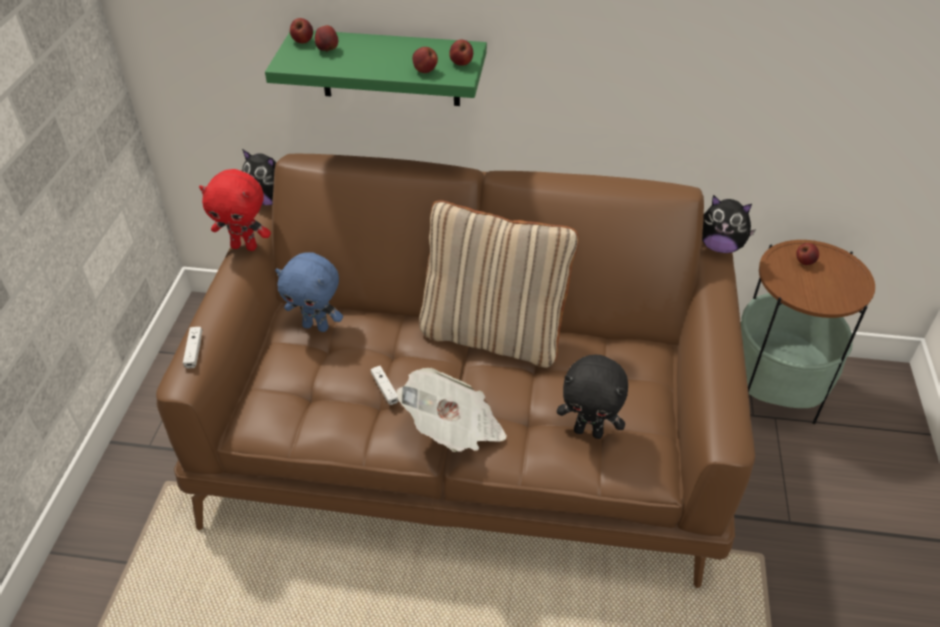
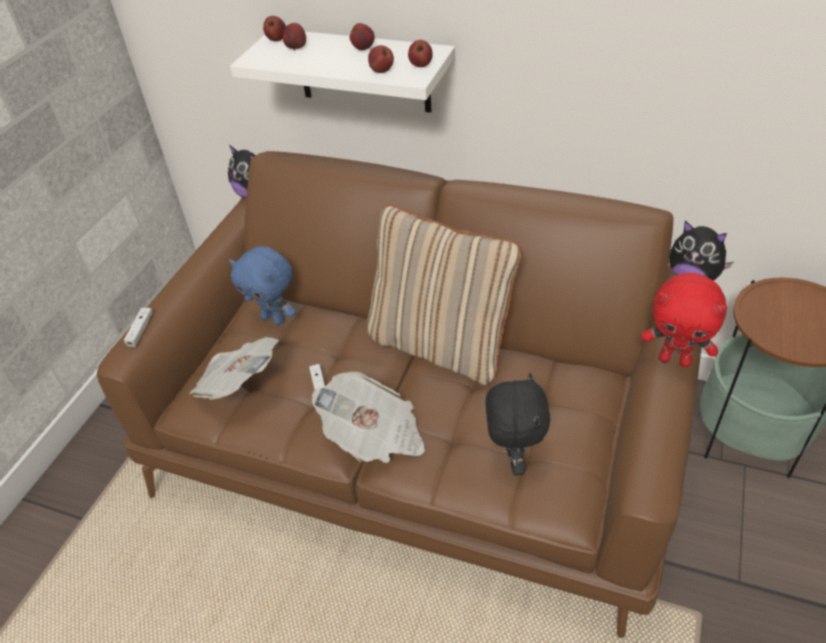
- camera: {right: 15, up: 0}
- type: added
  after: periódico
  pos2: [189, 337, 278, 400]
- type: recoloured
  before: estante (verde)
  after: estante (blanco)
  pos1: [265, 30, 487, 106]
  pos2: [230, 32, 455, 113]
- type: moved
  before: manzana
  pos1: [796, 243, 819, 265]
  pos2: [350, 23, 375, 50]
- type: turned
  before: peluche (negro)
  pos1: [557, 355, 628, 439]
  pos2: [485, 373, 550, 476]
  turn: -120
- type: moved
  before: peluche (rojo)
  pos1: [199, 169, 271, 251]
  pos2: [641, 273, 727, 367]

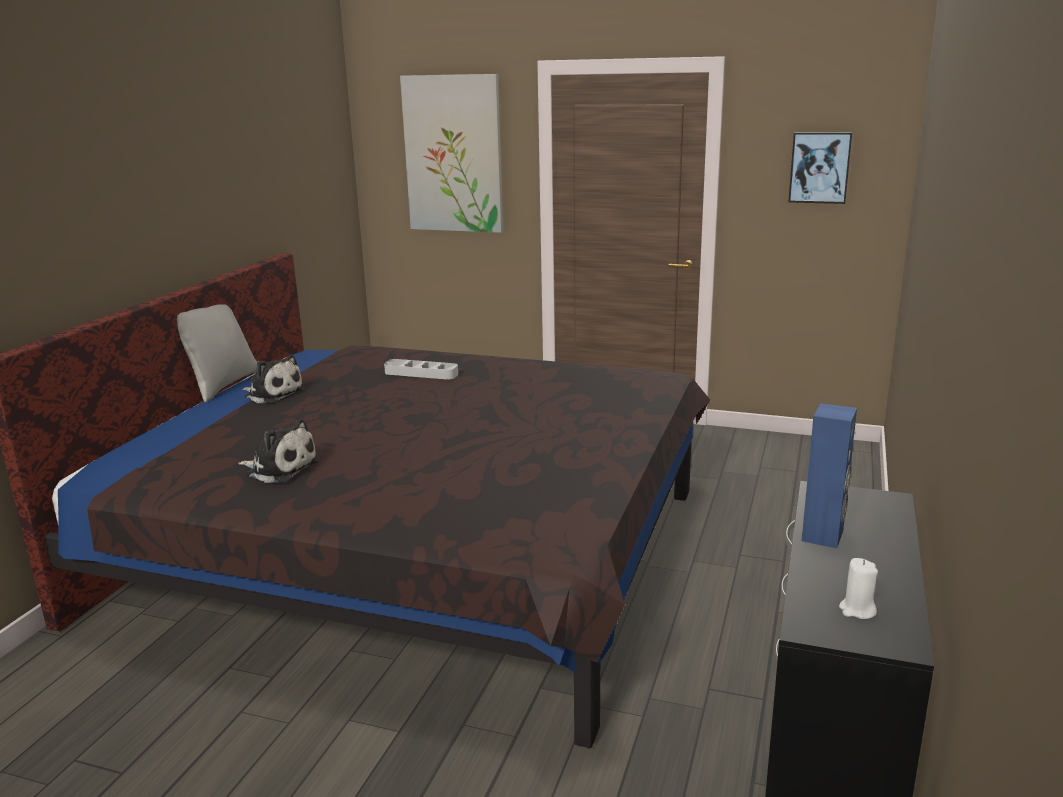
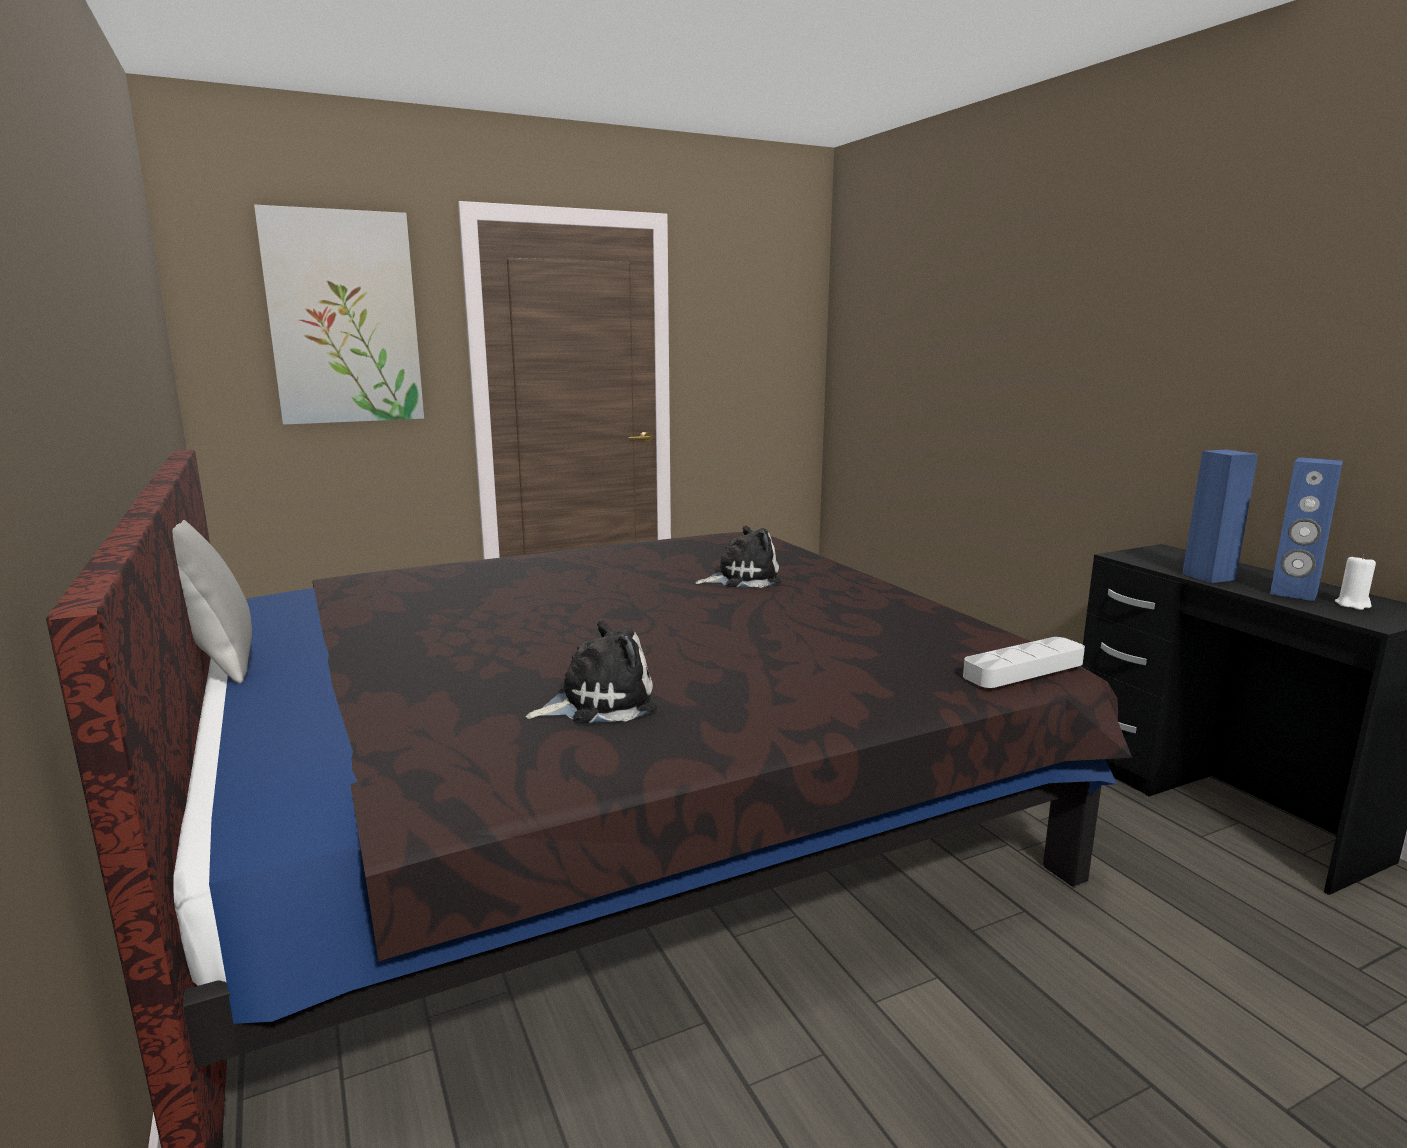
- camera: {right: -45, up: -5}
- type: moved
  before: peluche
  pos1: [242, 354, 305, 404]
  pos2: [695, 526, 781, 588]
- type: moved
  before: bandeja (gris)
  pos1: [384, 359, 458, 380]
  pos2: [963, 637, 1085, 688]
- type: added
  after: altavoz (azul)
  pos2: [1270, 457, 1343, 601]
- type: removed
  before: cuadro
  pos1: [789, 132, 852, 204]

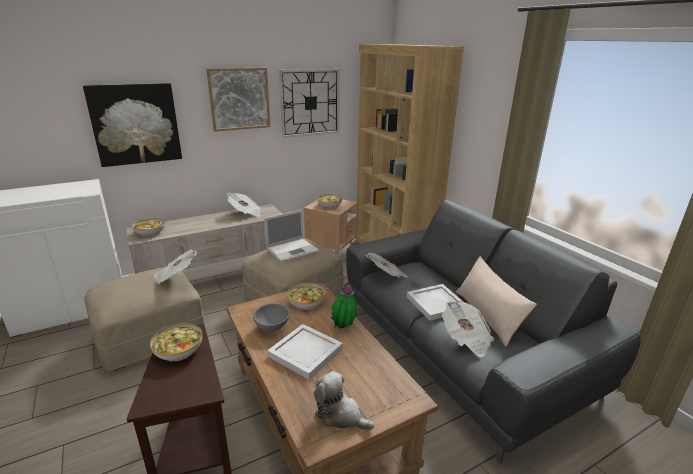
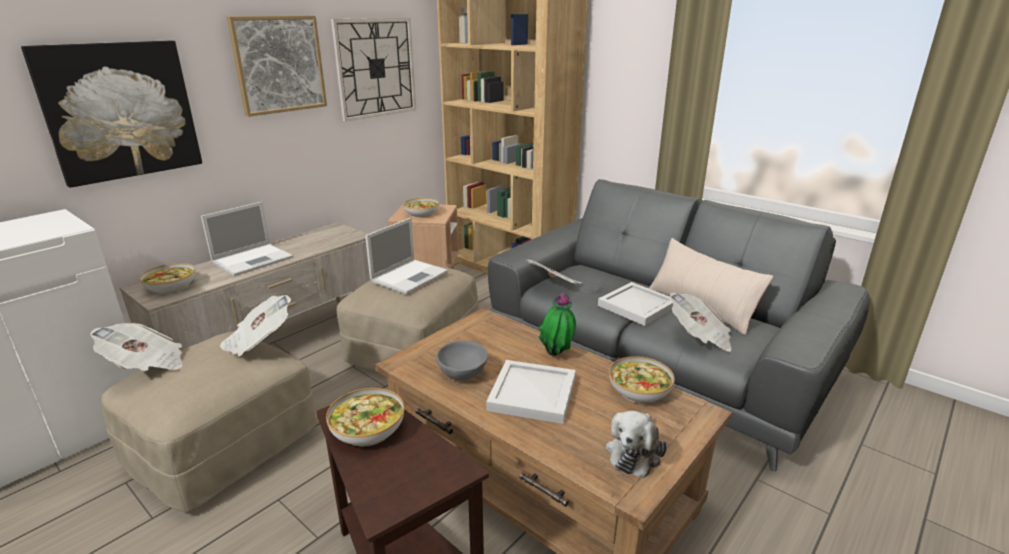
- camera: {right: -20, up: 0}
- type: moved
  before: periódico
  pos1: [227, 193, 261, 217]
  pos2: [90, 323, 182, 371]
- type: added
  after: portátil
  pos2: [201, 202, 293, 276]
- type: turned
  before: peluche
  pos1: [314, 371, 374, 430]
  pos2: [606, 411, 667, 478]
  turn: -75
- type: moved
  before: cuenco
  pos1: [287, 282, 326, 310]
  pos2: [609, 356, 675, 404]

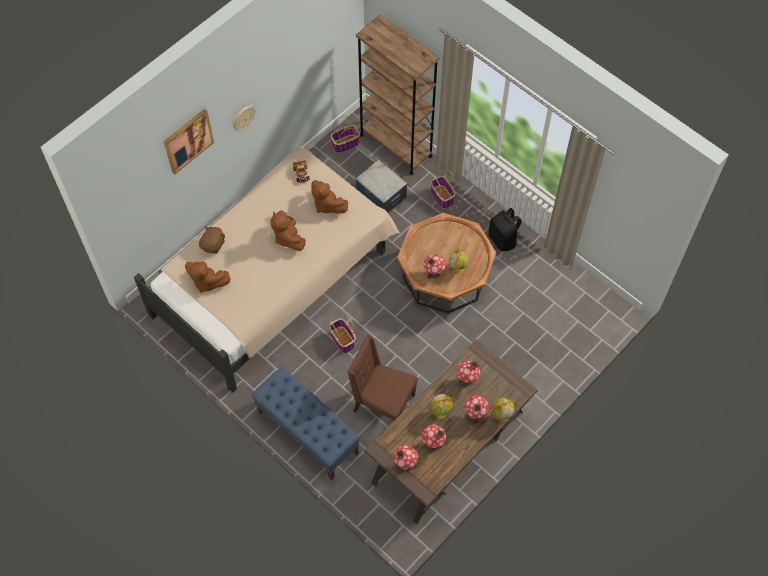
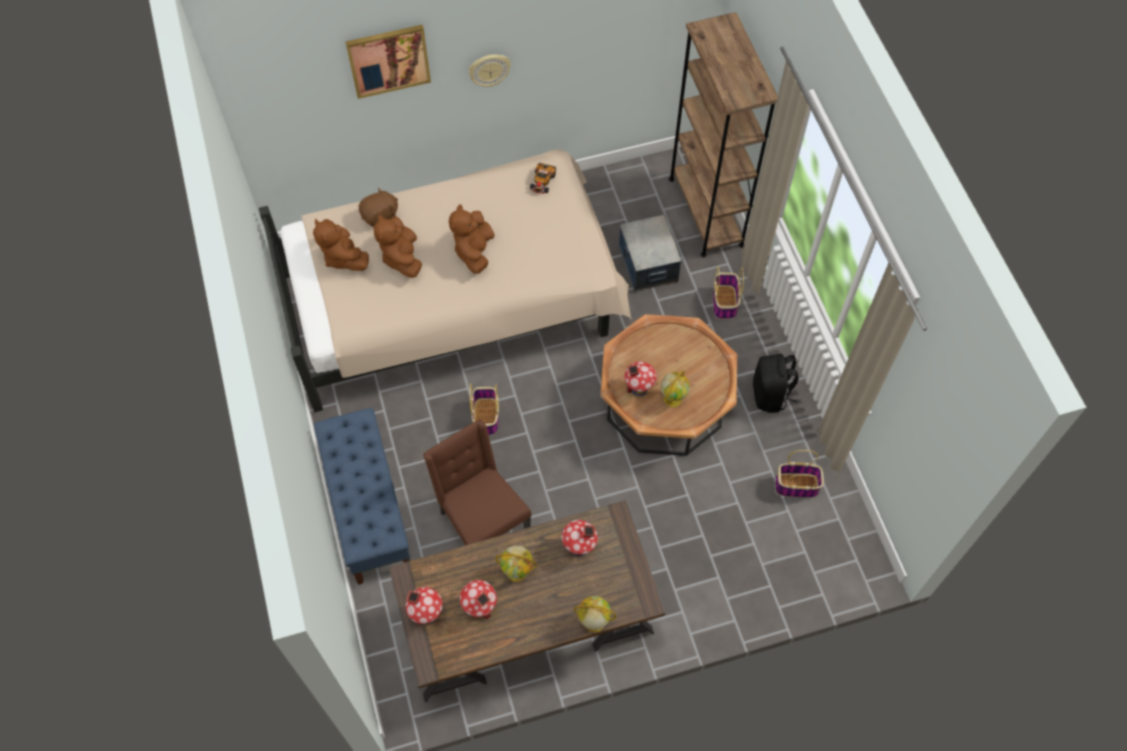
- camera: {right: 30, up: 0}
- type: moved
  before: peluche (marrón)
  pos1: [311, 180, 348, 213]
  pos2: [374, 214, 422, 278]
- type: moved
  before: cesta
  pos1: [331, 116, 360, 153]
  pos2: [775, 450, 824, 498]
- type: removed
  before: casita
  pos1: [464, 395, 489, 423]

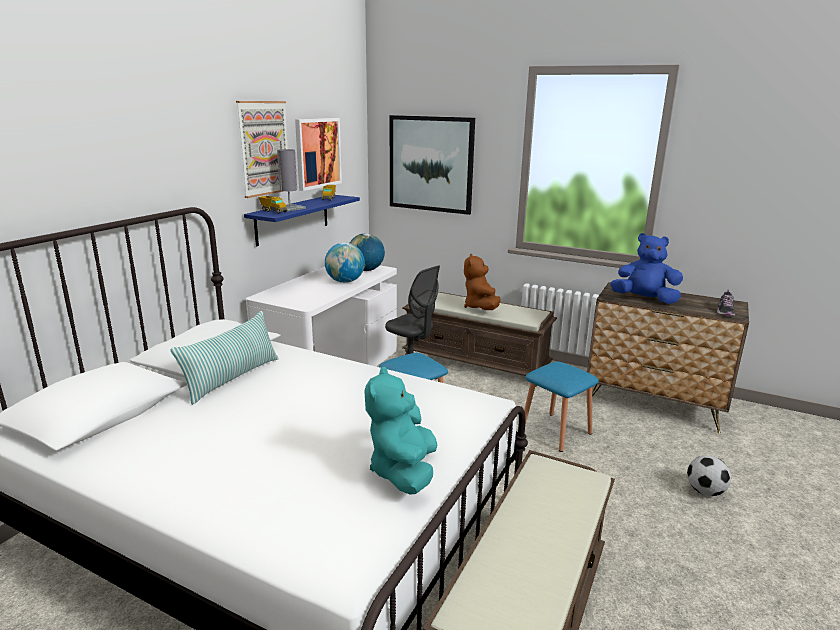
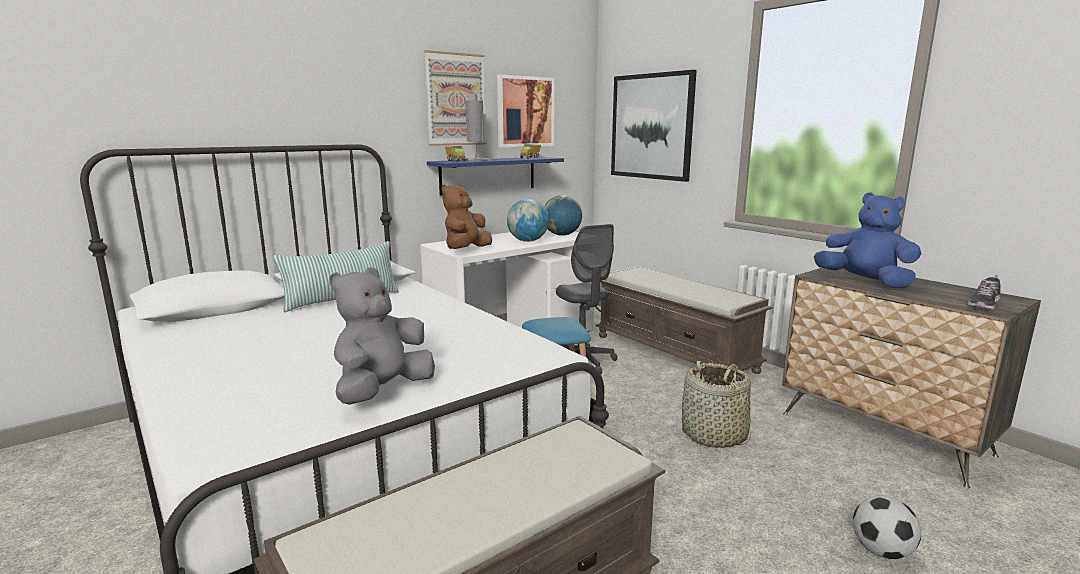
- camera: {right: 25, up: -5}
- type: recoloured
  before: peluche (turquesa)
  after: peluche (gris)
  pos1: [364, 367, 437, 495]
  pos2: [329, 267, 435, 405]
- type: moved
  before: peluche (marrón)
  pos1: [464, 254, 501, 310]
  pos2: [442, 184, 492, 249]
- type: replaced
  before: taburete (azul)
  after: cesta
  pos1: [524, 362, 599, 452]
  pos2: [682, 361, 751, 448]

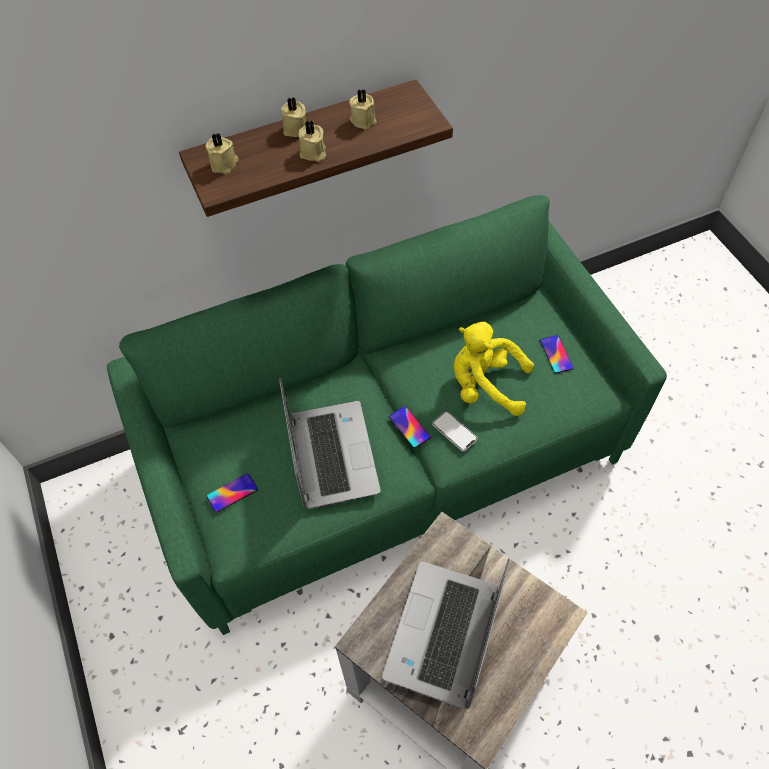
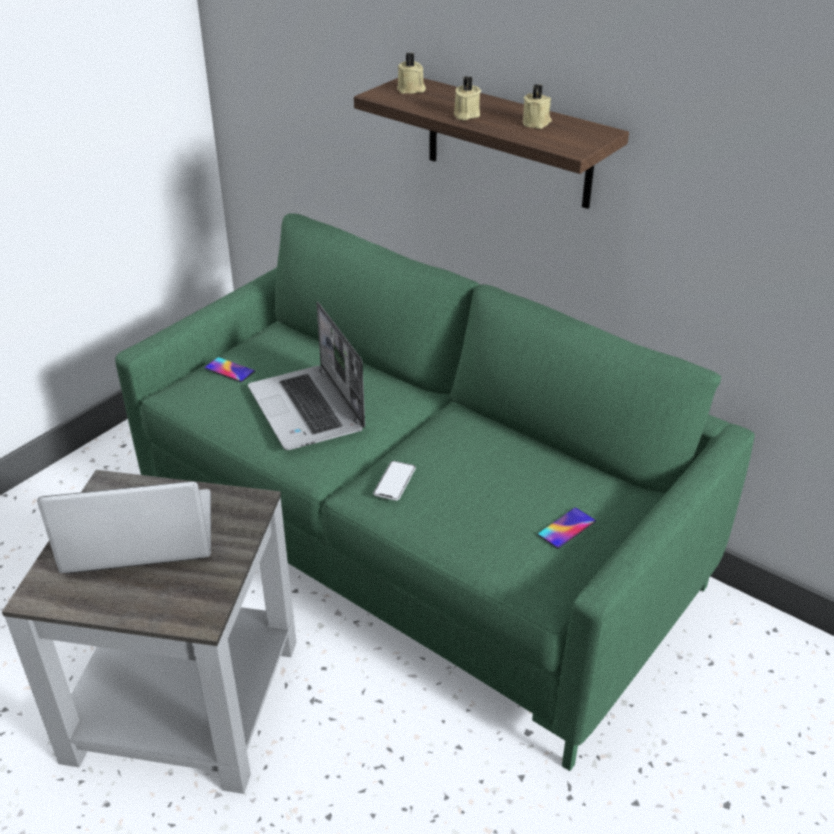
- camera: {right: 60, up: -20}
- type: turned
  before: portátil
  pos1: [280, 377, 381, 509]
  pos2: [248, 302, 365, 450]
  turn: 105
- type: removed
  before: vela (beis)
  pos1: [281, 97, 306, 137]
- type: removed
  before: móvil
  pos1: [389, 406, 431, 448]
- type: removed
  before: peluche (amarillo)
  pos1: [454, 322, 534, 416]

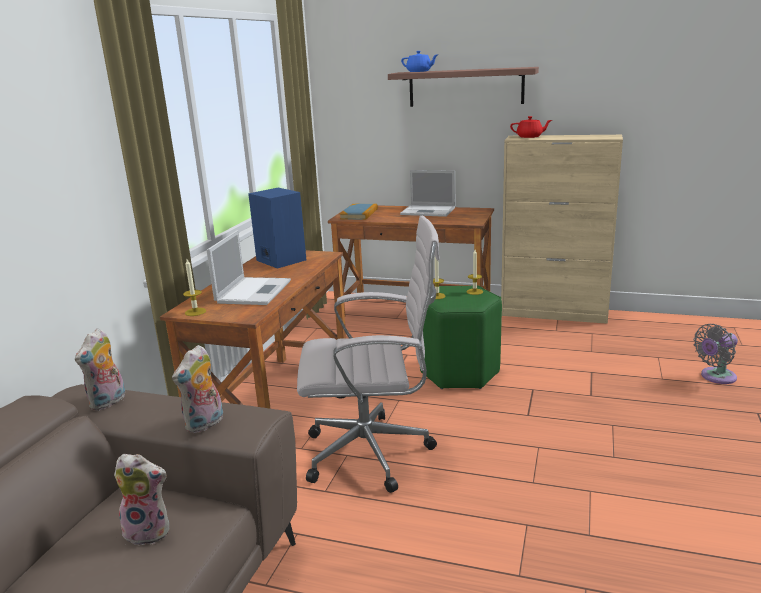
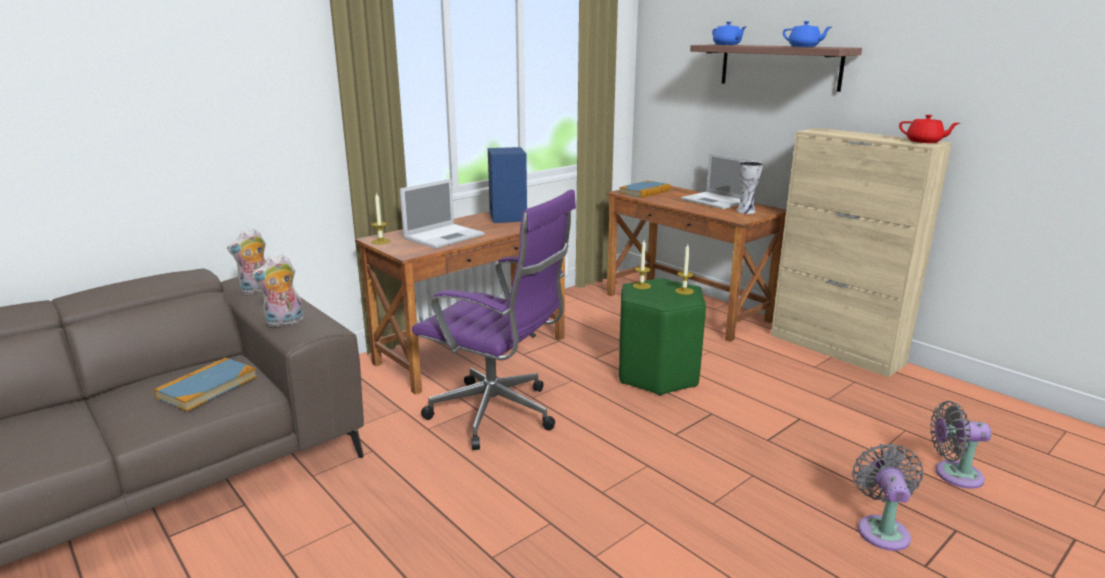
- camera: {right: 30, up: 0}
- type: replaced
  before: peluche
  after: libro
  pos1: [114, 454, 169, 545]
  pos2: [154, 358, 257, 411]
- type: recoloured
  before: silla de oficina (blanco)
  after: silla de oficina (morado)
  pos1: [297, 216, 440, 493]
  pos2: [412, 189, 576, 450]
- type: added
  after: florero
  pos2: [736, 161, 763, 214]
- type: added
  after: tetera (azul)
  pos2: [783, 21, 831, 47]
- type: added
  after: ventilador (gris)
  pos2: [852, 443, 924, 551]
- type: moved
  before: tetera (rojo)
  pos1: [510, 116, 552, 138]
  pos2: [899, 115, 959, 143]

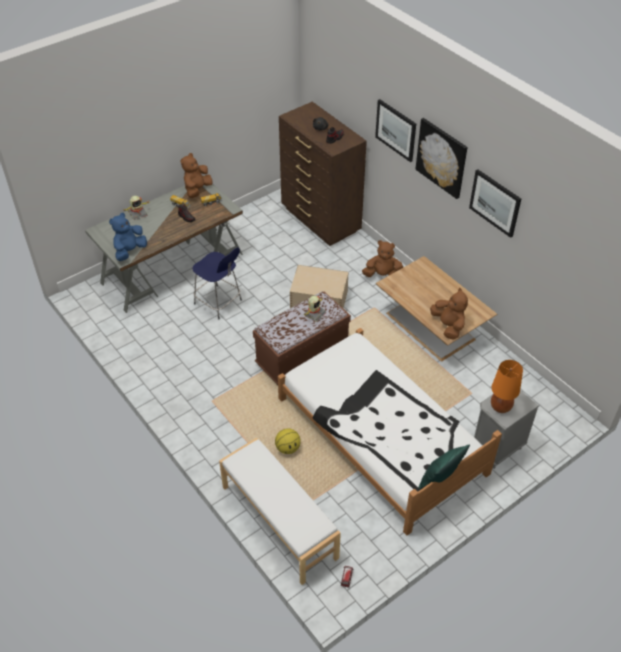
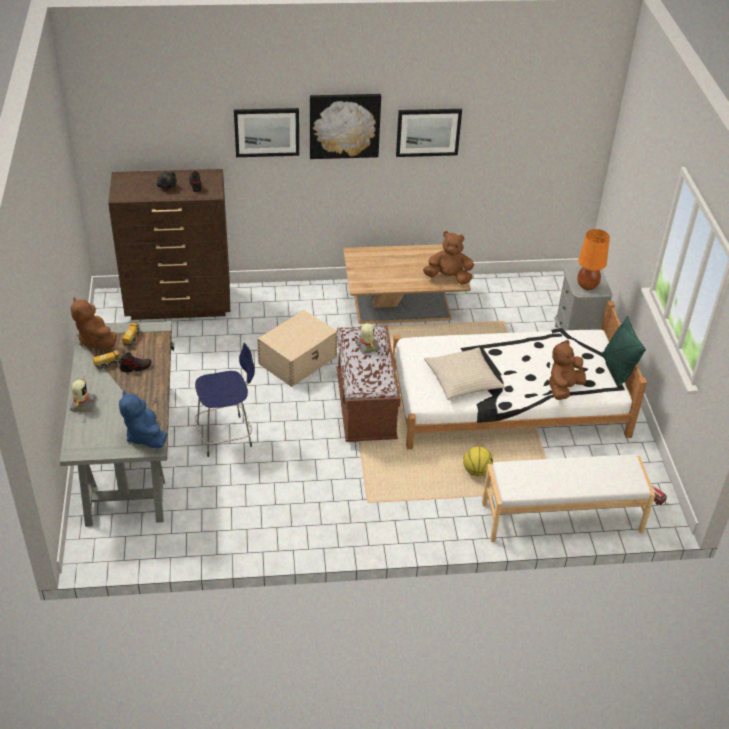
- camera: {right: -60, up: -5}
- type: added
  after: cojín (beis)
  pos2: [424, 348, 505, 400]
- type: moved
  before: peluche (marrón)
  pos1: [362, 240, 403, 277]
  pos2: [549, 340, 586, 400]

